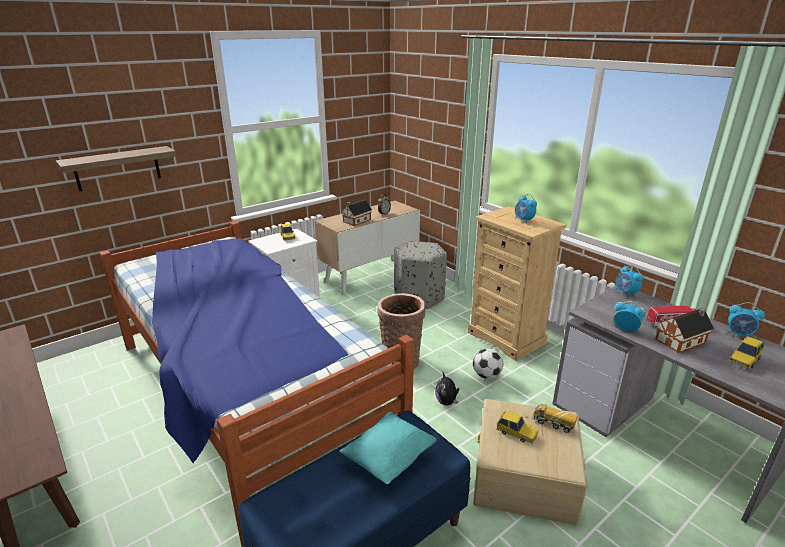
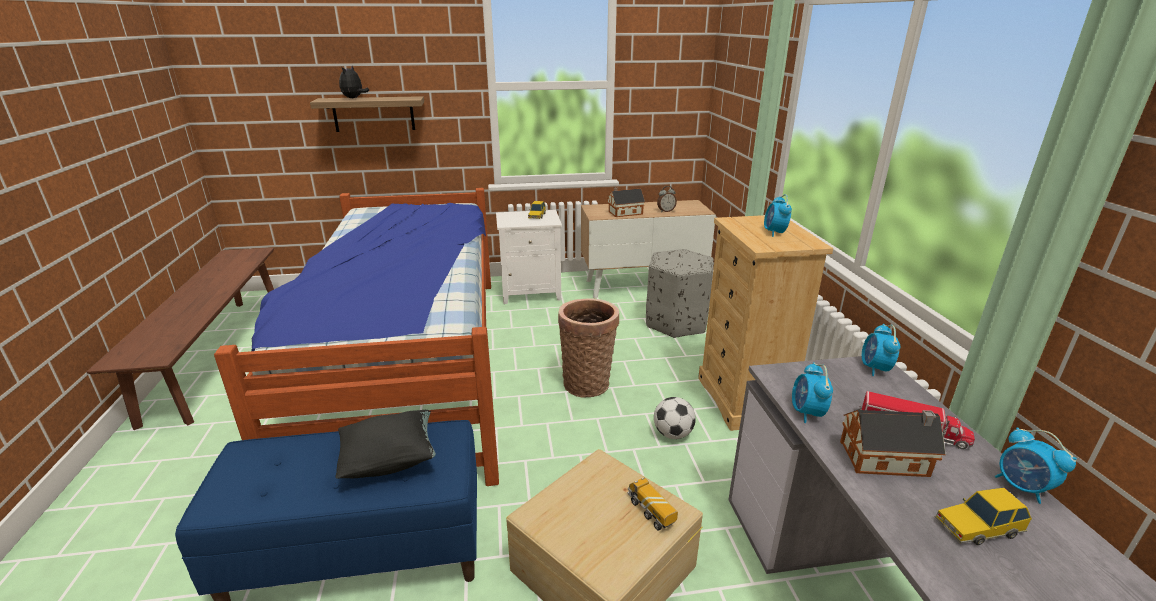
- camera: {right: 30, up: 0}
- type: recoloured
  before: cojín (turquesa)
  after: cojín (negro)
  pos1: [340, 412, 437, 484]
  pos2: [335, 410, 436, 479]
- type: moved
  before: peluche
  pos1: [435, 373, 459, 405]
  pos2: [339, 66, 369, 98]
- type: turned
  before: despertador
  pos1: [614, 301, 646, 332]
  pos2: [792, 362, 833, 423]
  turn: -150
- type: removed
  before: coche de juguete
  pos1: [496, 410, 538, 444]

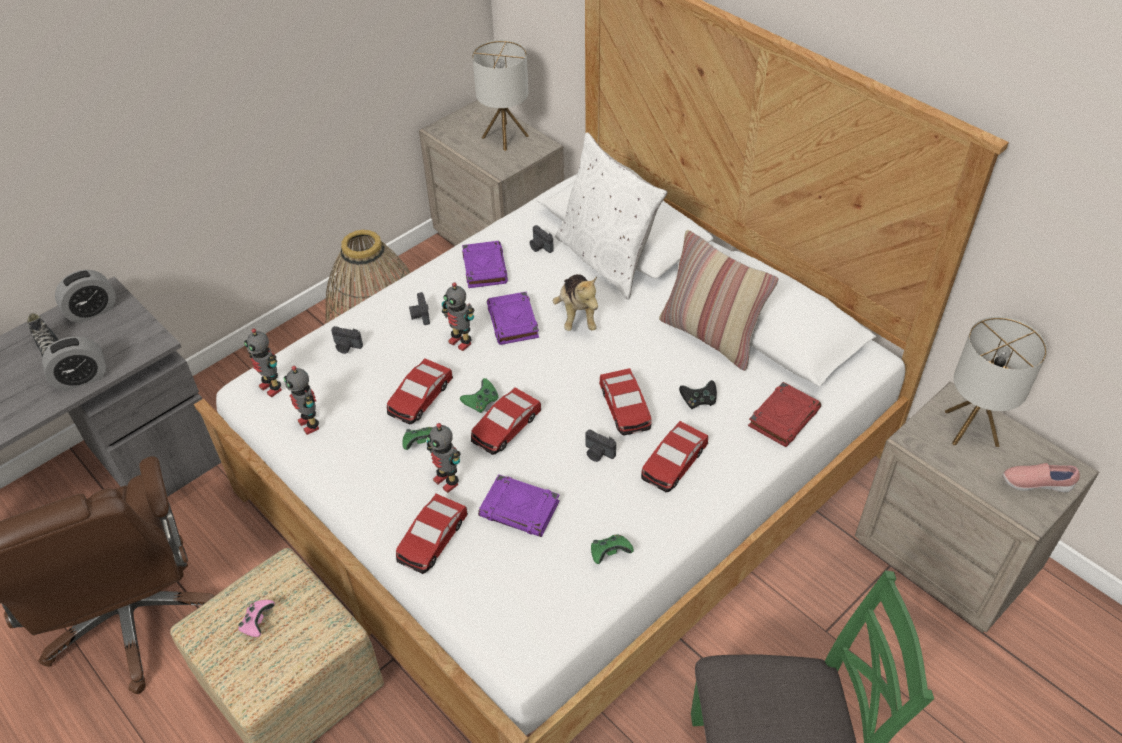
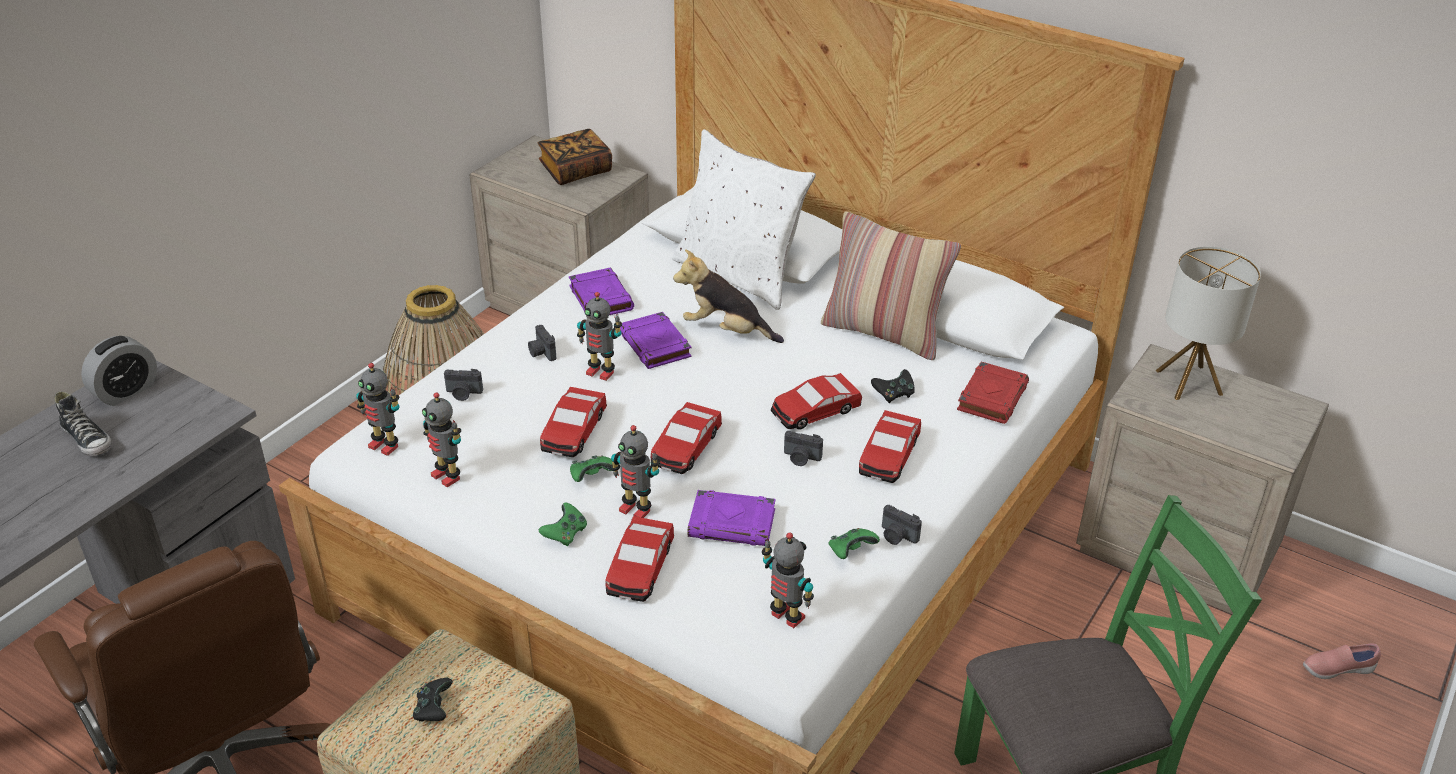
- camera: {right: -15, up: -10}
- type: recoloured
  before: mando de consola (rosa)
  after: mando de consola (negro)
  pos1: [238, 600, 275, 637]
  pos2: [413, 678, 452, 722]
- type: replaced
  before: lámpara de mesa
  after: libro
  pos1: [472, 40, 529, 151]
  pos2: [538, 129, 612, 185]
- type: moved
  before: mando de consola (verde)
  pos1: [460, 378, 498, 413]
  pos2: [539, 502, 587, 546]
- type: turned
  before: peluche
  pos1: [553, 274, 598, 331]
  pos2: [673, 249, 784, 343]
  turn: 135
- type: added
  after: robot de juguete
  pos2: [762, 532, 814, 628]
- type: turned
  before: coche de juguete
  pos1: [599, 368, 652, 436]
  pos2: [771, 373, 862, 430]
  turn: 90
- type: moved
  before: cámara
  pos1: [530, 225, 554, 253]
  pos2: [882, 505, 922, 545]
- type: moved
  before: zapato (rosa)
  pos1: [1002, 463, 1080, 493]
  pos2: [1303, 643, 1381, 679]
- type: removed
  before: despertador
  pos1: [42, 336, 106, 391]

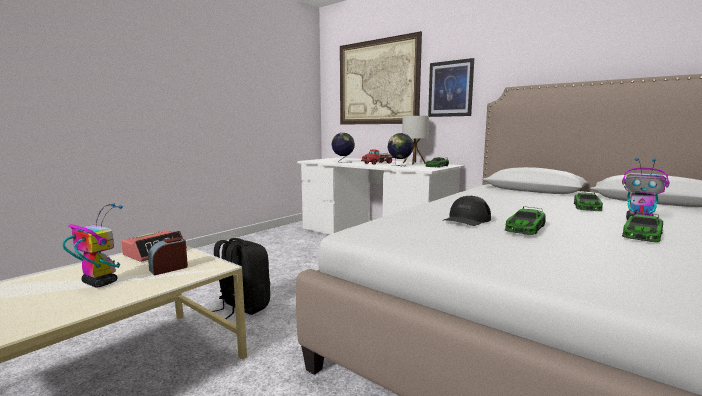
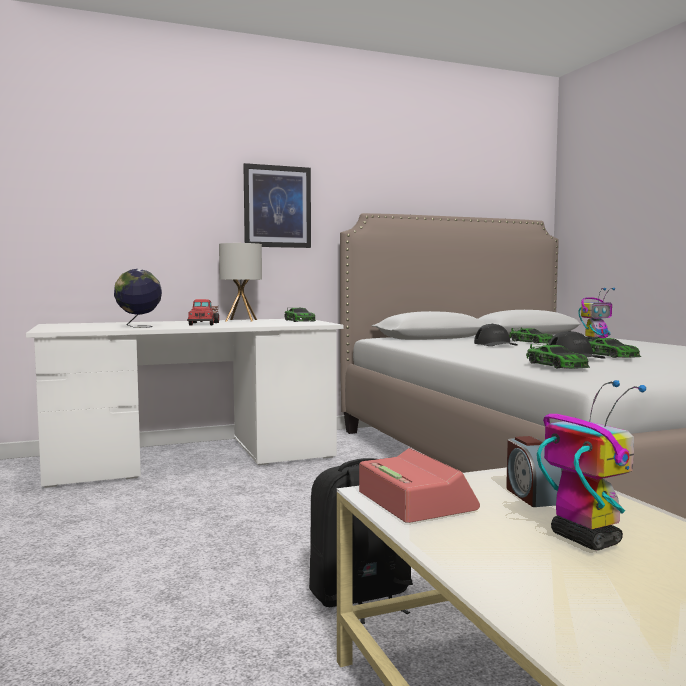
- camera: {right: -60, up: -5}
- type: added
  after: gorra (negro)
  pos2: [474, 323, 517, 346]
- type: moved
  before: coche de juguete
  pos1: [622, 212, 663, 242]
  pos2: [526, 343, 590, 369]
- type: turned
  before: robot de juguete
  pos1: [62, 203, 123, 288]
  pos2: [537, 380, 646, 550]
  turn: 90
- type: removed
  before: cuadro
  pos1: [340, 31, 422, 125]
- type: removed
  before: globo terráqueo
  pos1: [388, 133, 414, 167]

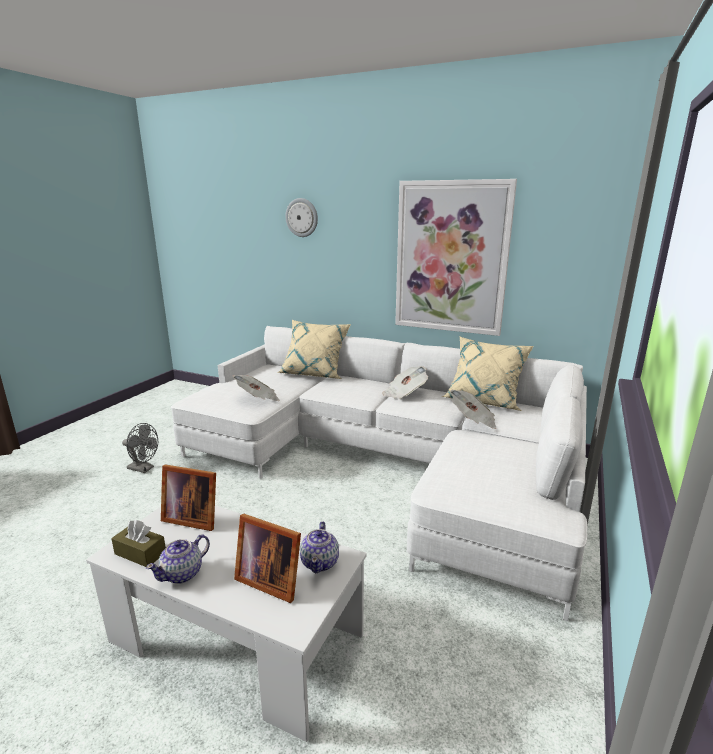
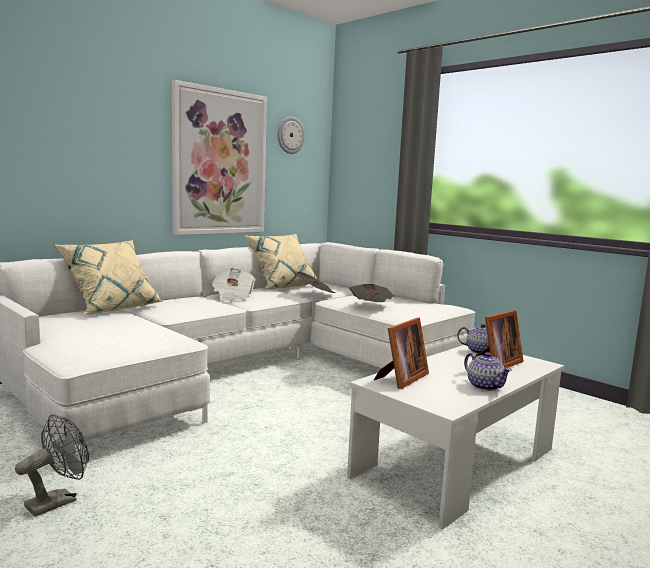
- camera: {right: -70, up: -10}
- type: moved
  before: reloj de pared
  pos1: [285, 198, 318, 237]
  pos2: [277, 117, 305, 154]
- type: moved
  before: periódico
  pos1: [233, 375, 280, 401]
  pos2: [348, 284, 394, 302]
- type: removed
  before: caja de pañuelos (marrón)
  pos1: [111, 520, 166, 567]

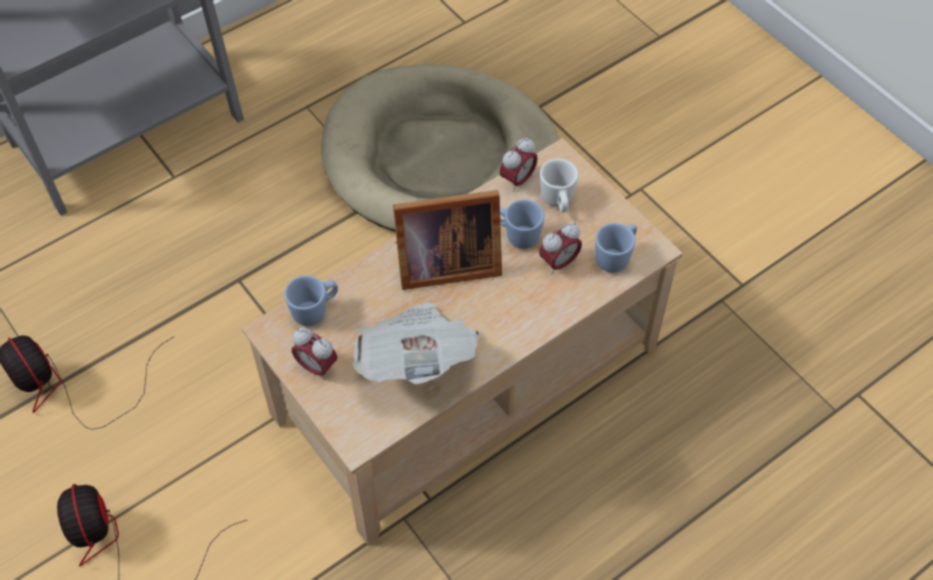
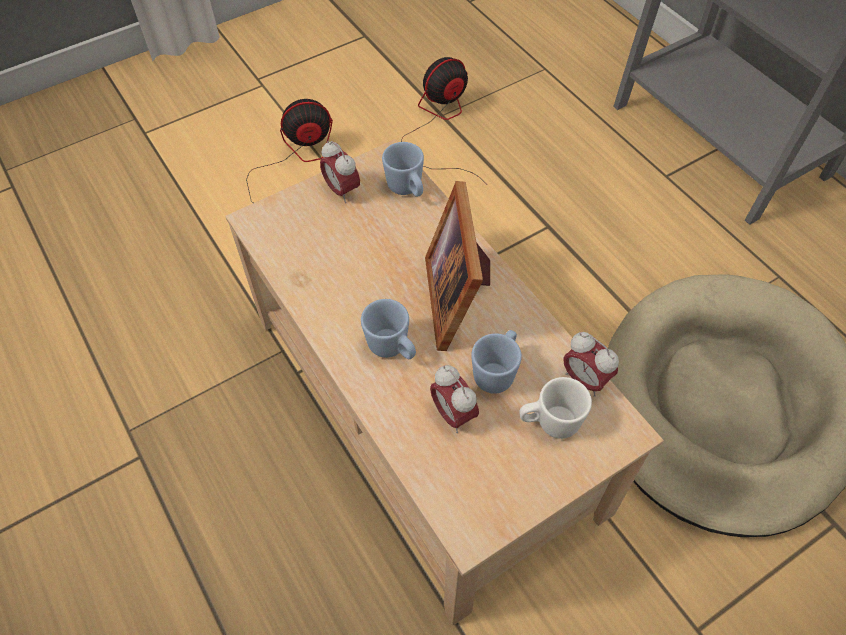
- camera: {right: 95, up: 0}
- type: turned
  before: despertador
  pos1: [291, 327, 338, 380]
  pos2: [320, 141, 360, 203]
  turn: -75
- type: moved
  before: taza grande (azul)
  pos1: [595, 223, 637, 273]
  pos2: [361, 299, 416, 359]
- type: removed
  before: periódico
  pos1: [353, 302, 480, 385]

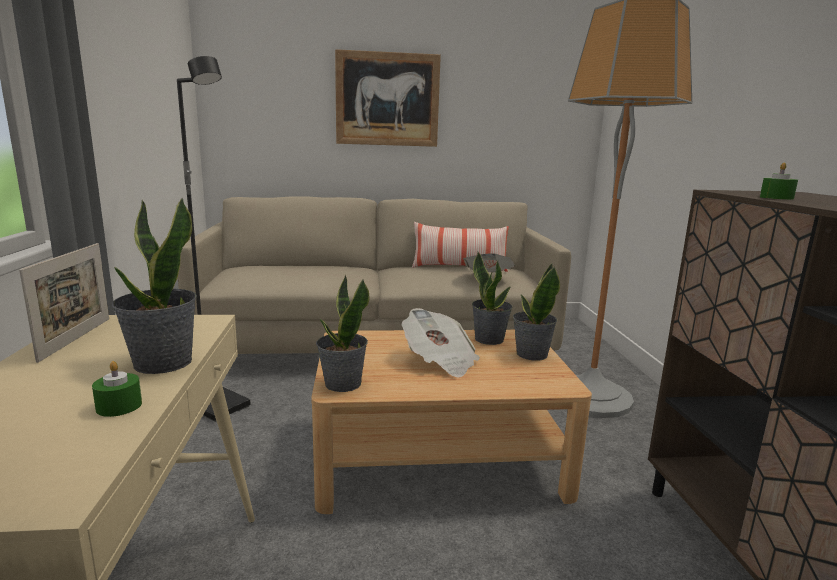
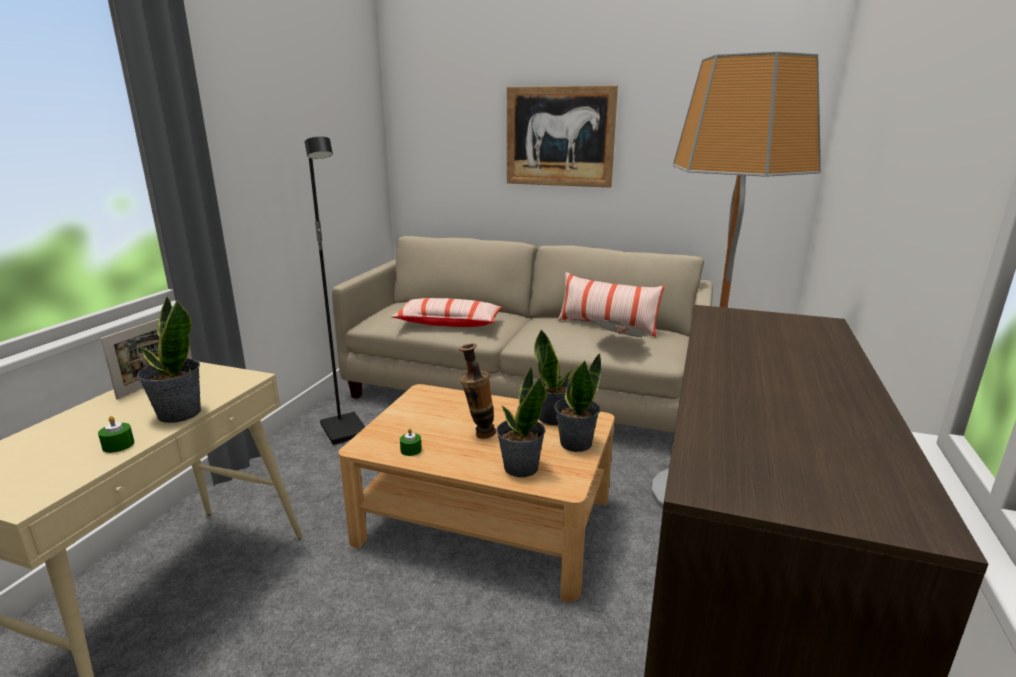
- camera: {right: 25, up: 5}
- type: added
  after: cojín
  pos2: [391, 298, 502, 327]
- type: moved
  before: vela (verde)
  pos1: [760, 163, 798, 200]
  pos2: [400, 428, 422, 456]
- type: replaced
  before: periódico
  after: florero
  pos1: [402, 308, 480, 378]
  pos2: [458, 343, 496, 439]
- type: moved
  before: planta en maceta
  pos1: [316, 275, 370, 392]
  pos2: [496, 367, 547, 477]

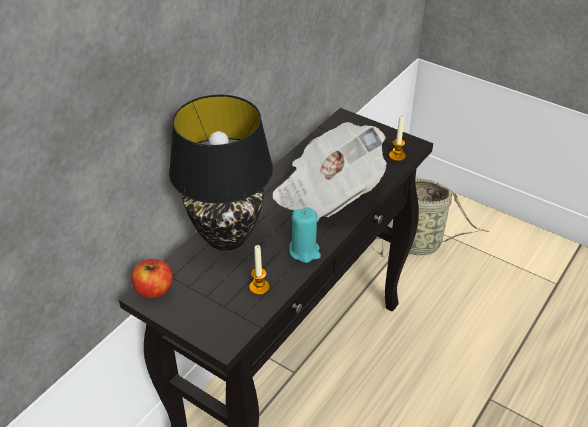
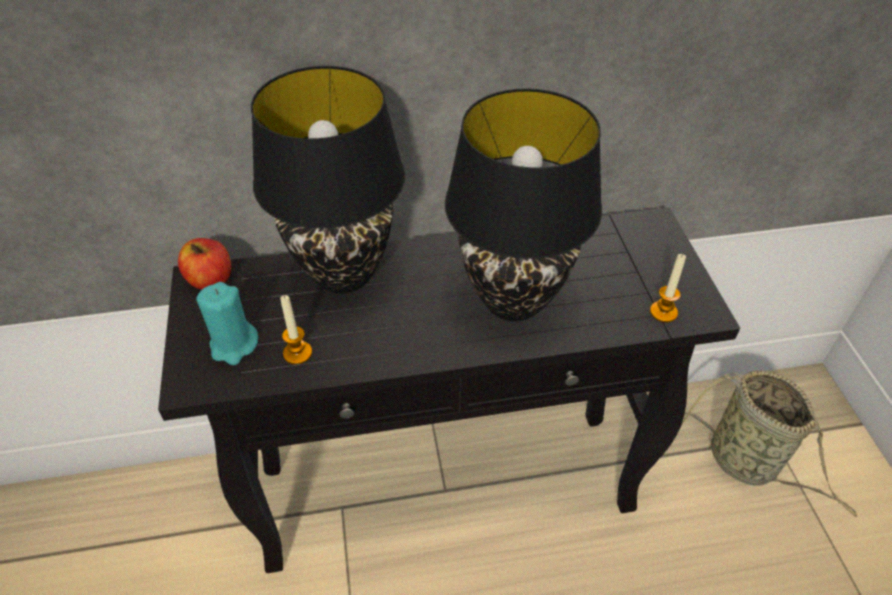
- camera: {right: 45, up: 5}
- type: moved
  before: vela (turquesa)
  pos1: [289, 207, 321, 263]
  pos2: [197, 282, 259, 365]
- type: replaced
  before: periódico
  after: lámpara de mesa (negro)
  pos1: [273, 122, 387, 222]
  pos2: [445, 88, 602, 321]

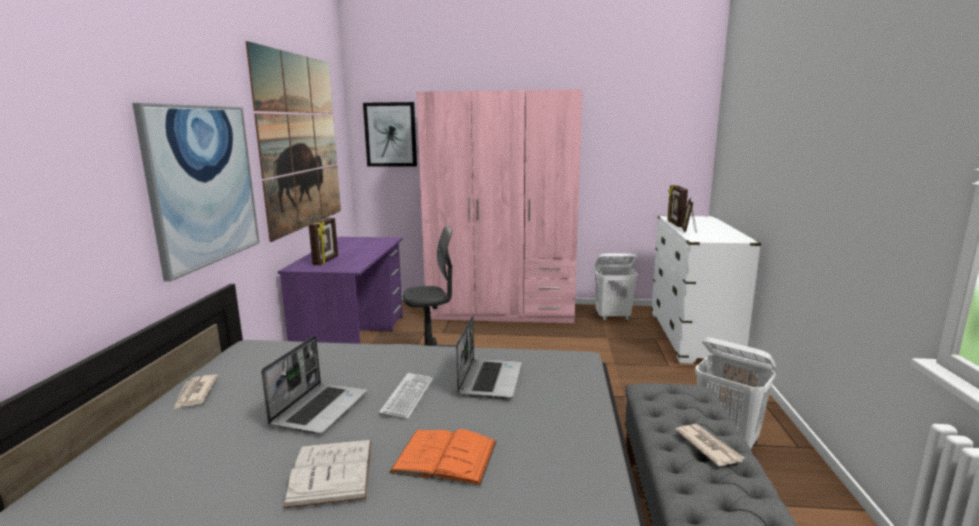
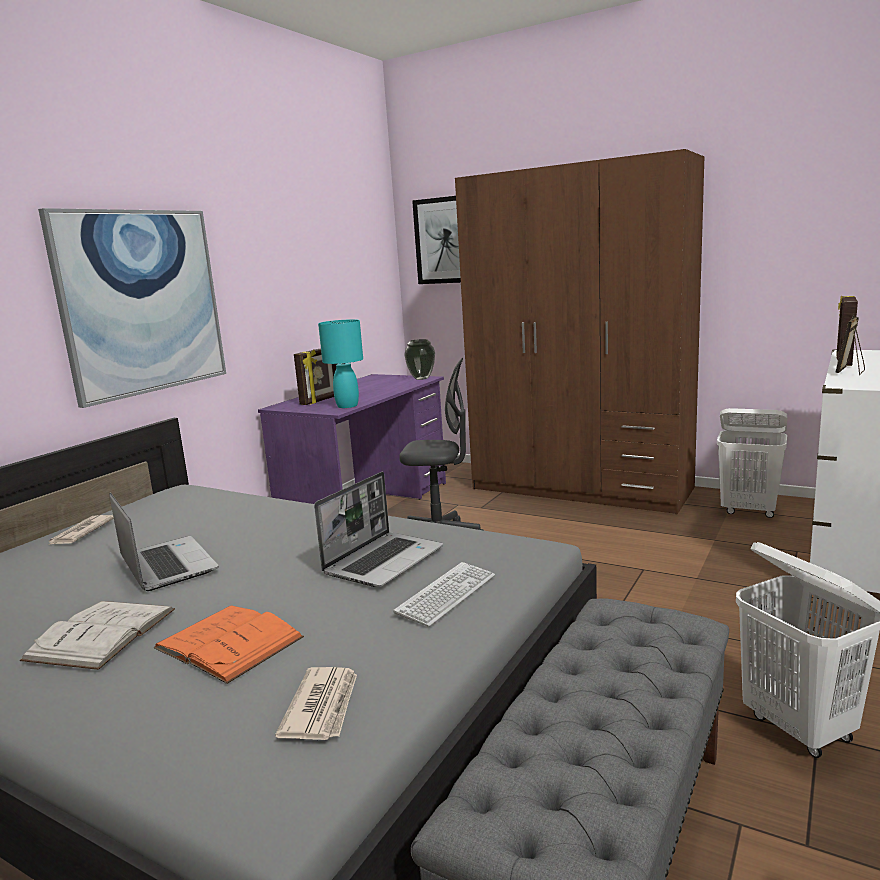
- camera: {right: 25, up: 0}
- type: turned
  before: portátil
  pos1: [261, 336, 367, 434]
  pos2: [110, 493, 219, 591]
  turn: -75
- type: moved
  before: periódico
  pos1: [675, 424, 745, 467]
  pos2: [275, 667, 357, 740]
- type: added
  after: lámpara de mesa (turquesa)
  pos2: [318, 319, 363, 408]
- type: moved
  before: teclado
  pos1: [379, 373, 433, 419]
  pos2: [394, 562, 495, 627]
- type: added
  after: florero
  pos2: [404, 339, 435, 380]
- type: recoloured
  before: armario ropero (rosa)
  after: armario ropero (marrón)
  pos1: [416, 89, 582, 324]
  pos2: [455, 149, 704, 514]
- type: removed
  before: cuadro
  pos1: [246, 41, 341, 242]

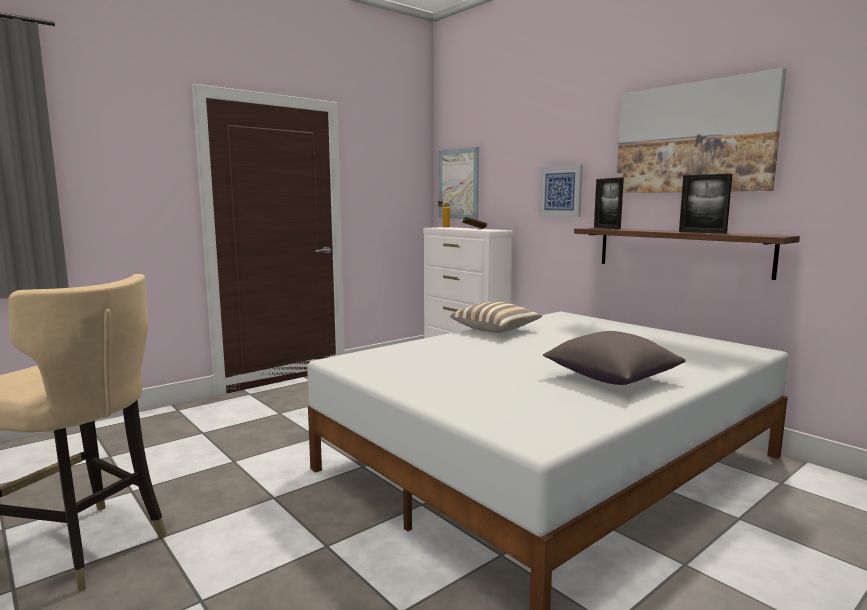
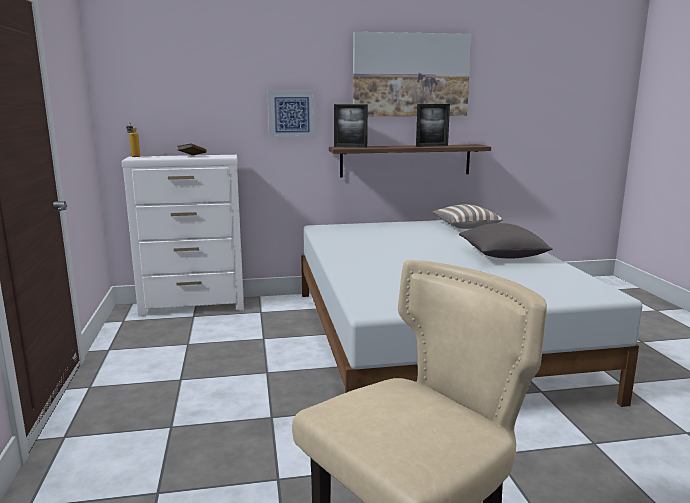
- camera: {right: -60, up: 5}
- type: moved
  before: cojín
  pos1: [450, 302, 542, 333]
  pos2: [432, 204, 503, 229]
- type: removed
  before: cuadro
  pos1: [439, 147, 479, 219]

